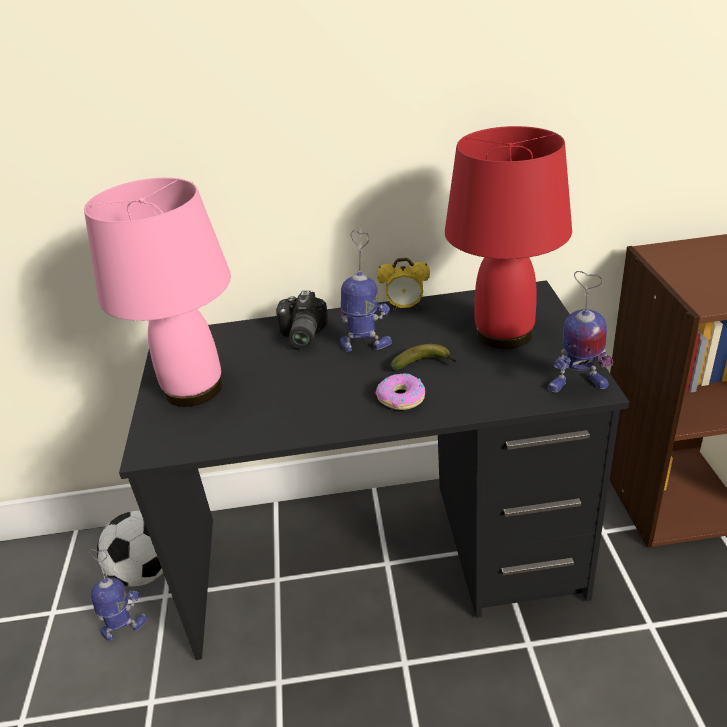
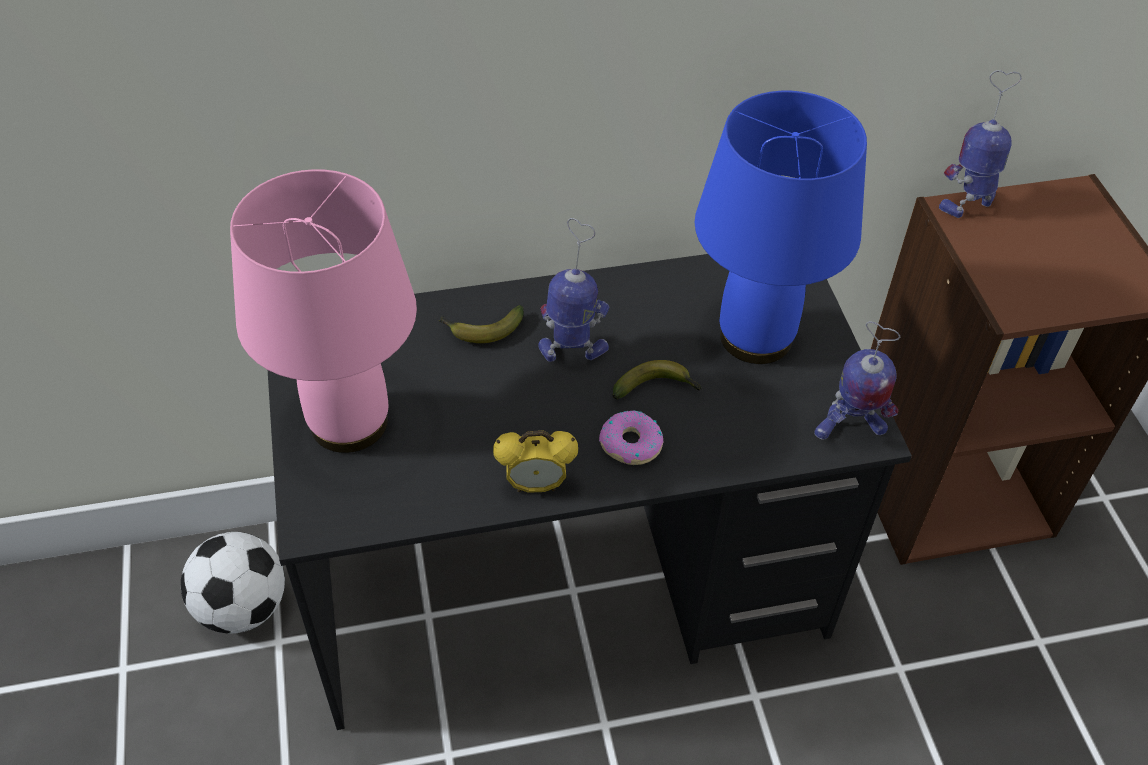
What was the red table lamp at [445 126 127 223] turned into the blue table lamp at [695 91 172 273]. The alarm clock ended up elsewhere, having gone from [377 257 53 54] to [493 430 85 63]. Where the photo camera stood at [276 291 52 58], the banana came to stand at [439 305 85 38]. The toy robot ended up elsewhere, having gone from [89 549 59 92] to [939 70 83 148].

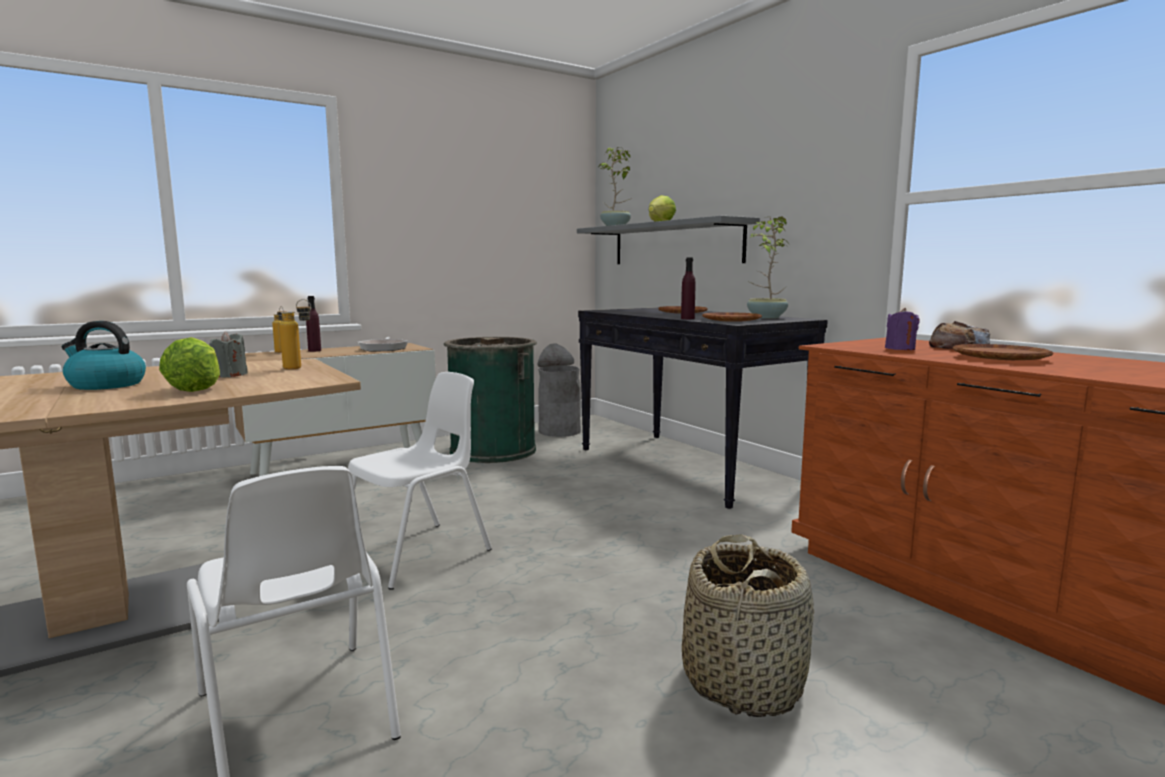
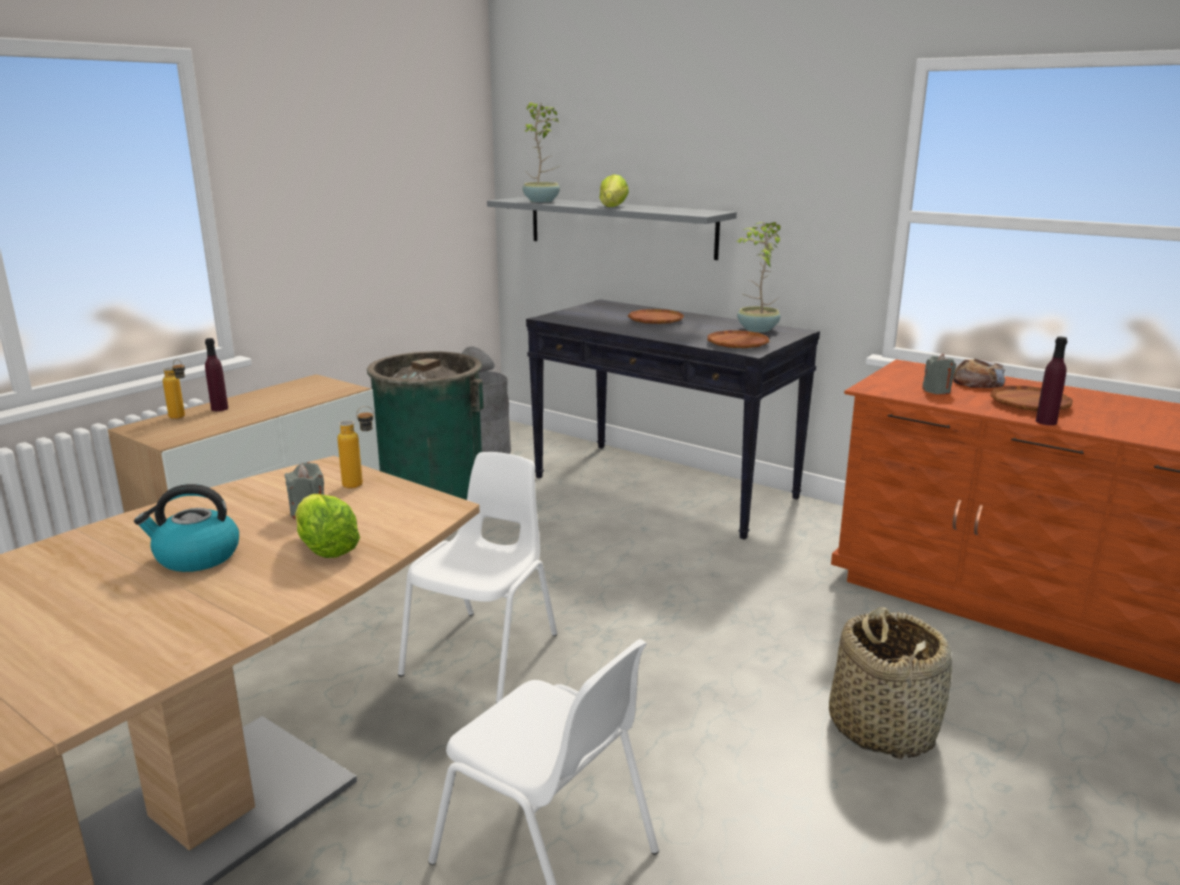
The purple bottle ended up elsewhere, having gone from [681 257 15 62] to [1036 337 31 88]. What was the purple candle at [885 308 34 42] turned into the grey candle at [922 354 34 40]. The second view lost the frying pan at [358 337 50 14].

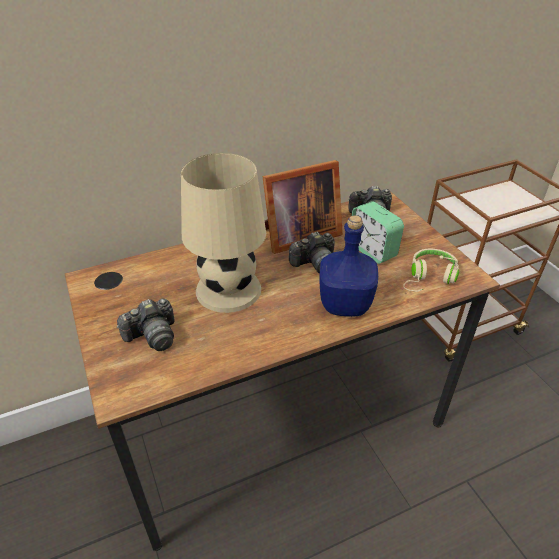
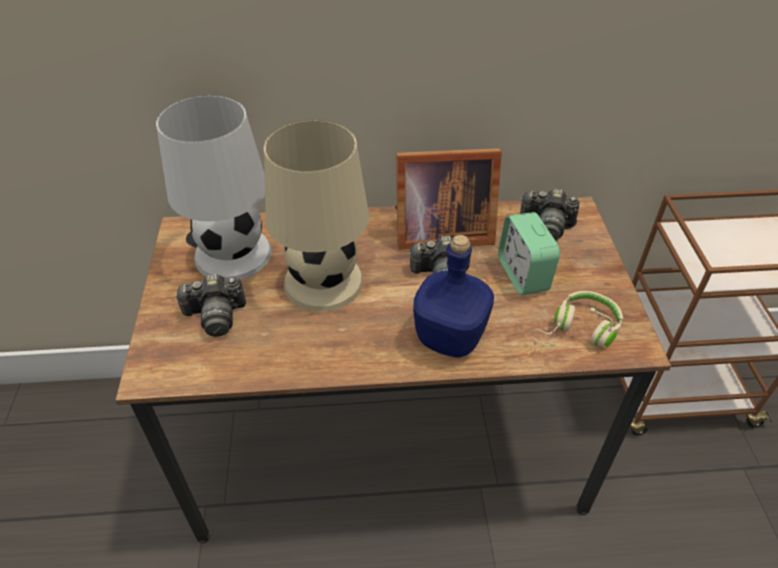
The second view gained the white table lamp at [156 95 116 185].

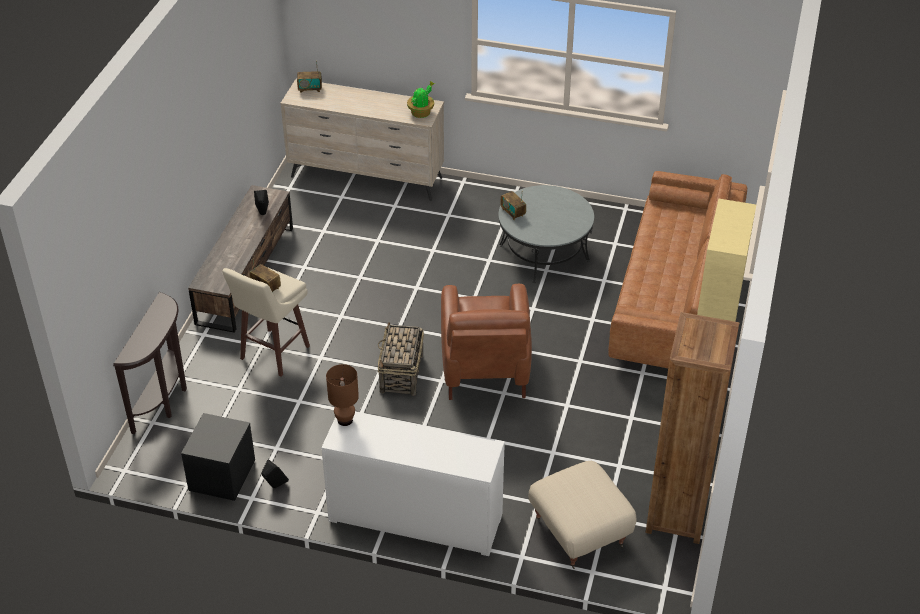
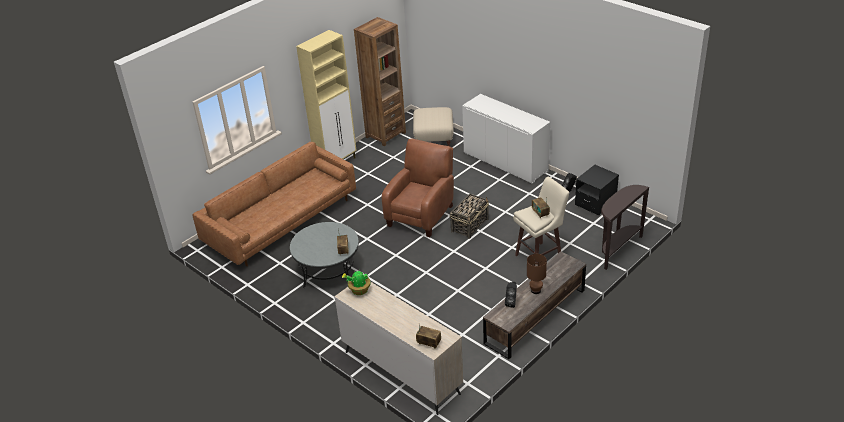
The brown table lamp ended up elsewhere, having gone from [326 364 33 62] to [527 254 20 40].

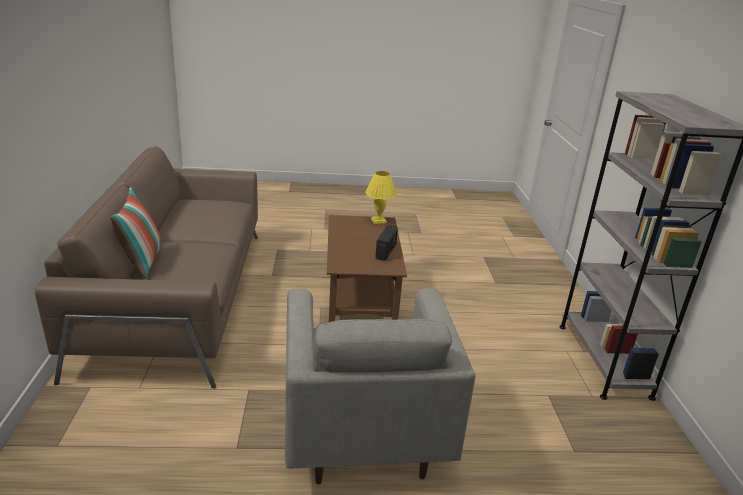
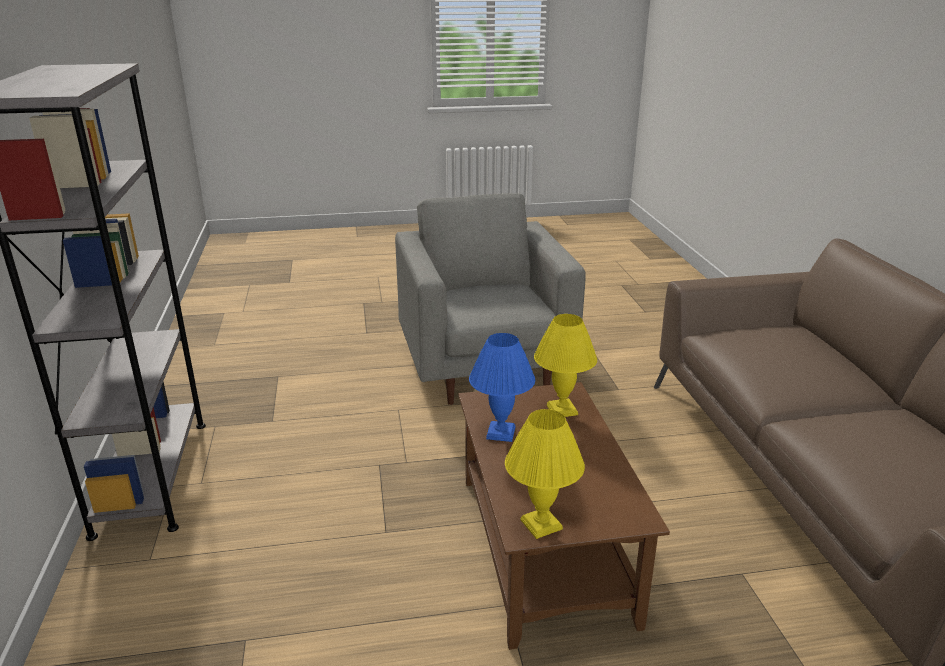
The second view lost the pillow at [110 188 51 91]. Where the radio stood at [375 225 23 36], the blue table lamp came to stand at [469 333 66 109]. The second view gained the yellow table lamp at [534 314 63 103].

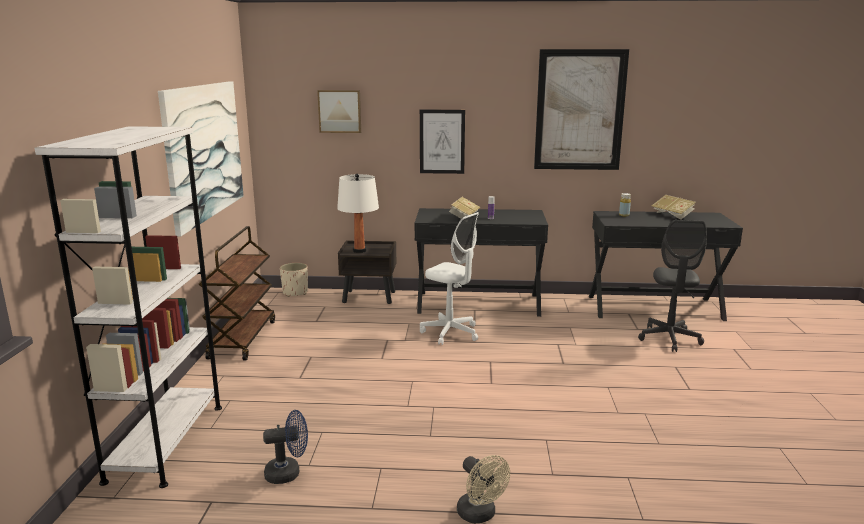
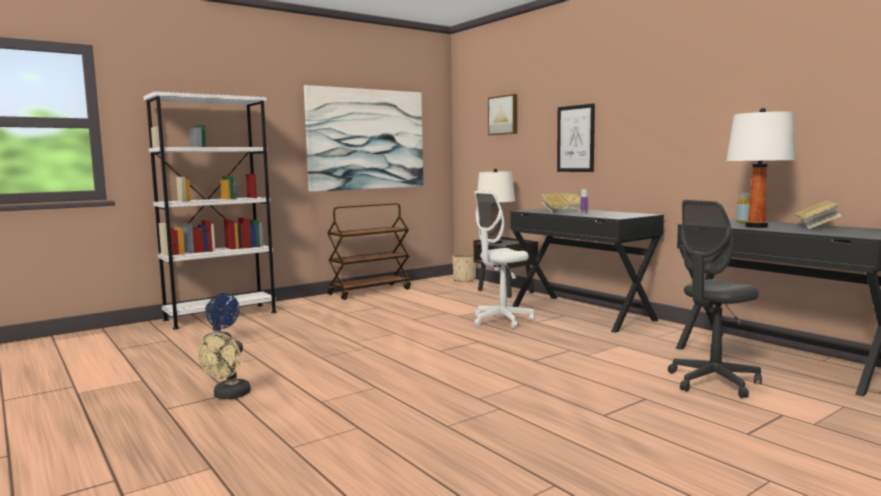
The second view lost the picture at [534 49 95 121]. The white office chair at [420 212 59 133] ended up facing another way, 60 degrees clockwise from before. The second view gained the white table lamp at [726 108 70 120].

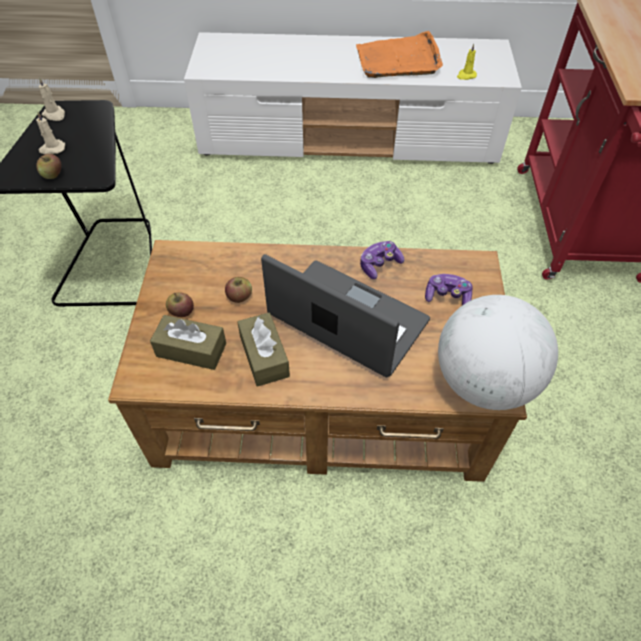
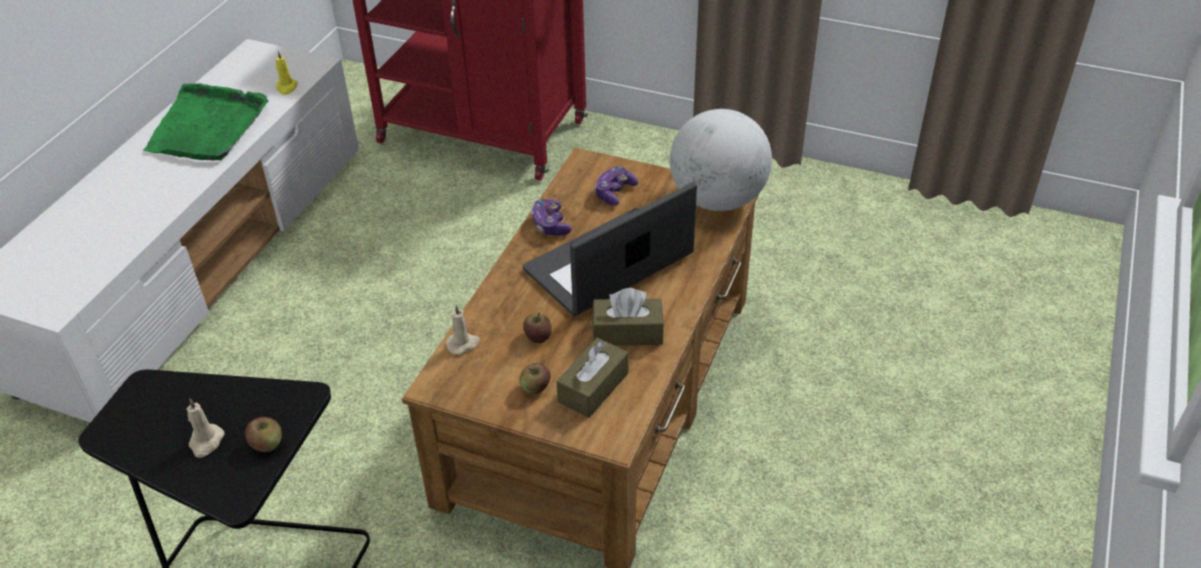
What was the orange tray at [356 31 87 47] turned into the green tray at [143 83 125 77]. The beige candle ended up elsewhere, having gone from [39 77 26 44] to [446 304 34 50].

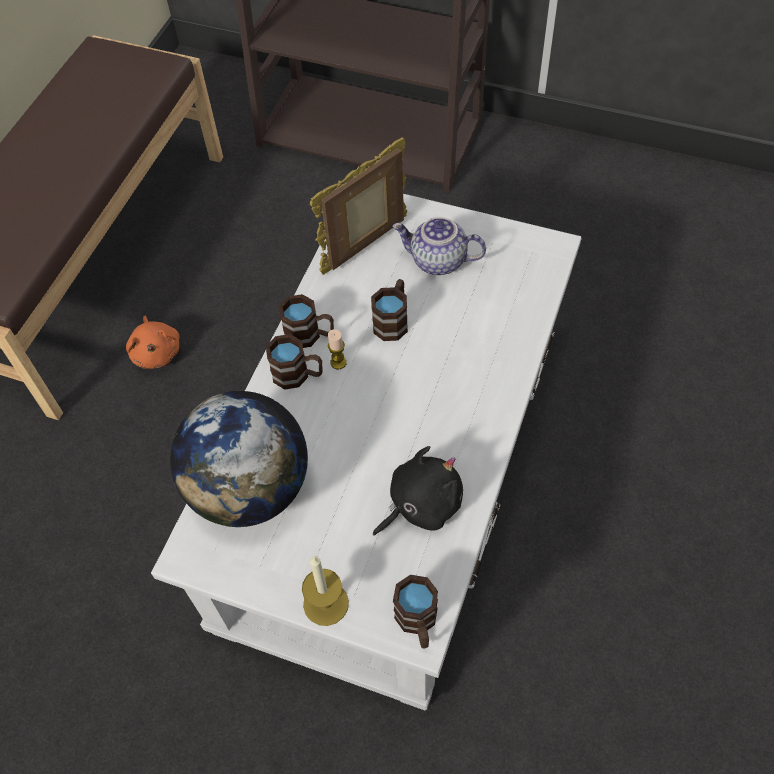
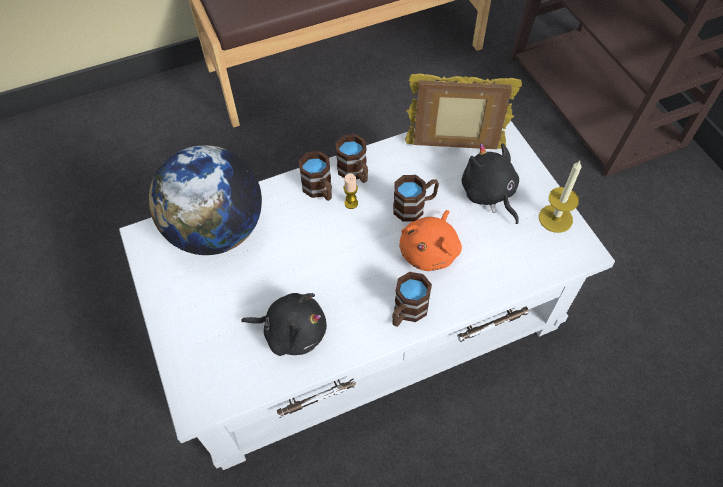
Where the teapot stood at [392 217 94 58], the black plush toy came to stand at [462 143 57 81]. The orange plush toy ended up elsewhere, having gone from [126 316 53 53] to [399 210 63 61]. The candle ended up elsewhere, having gone from [302 556 47 70] to [539 161 43 72]. The brown mug ended up elsewhere, having gone from [393 575 45 73] to [392 272 40 55].

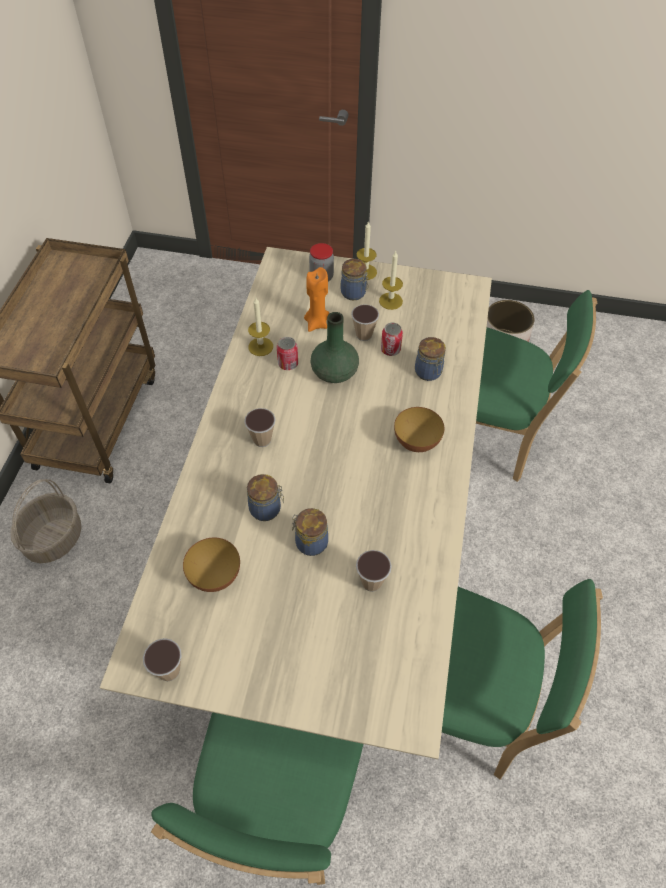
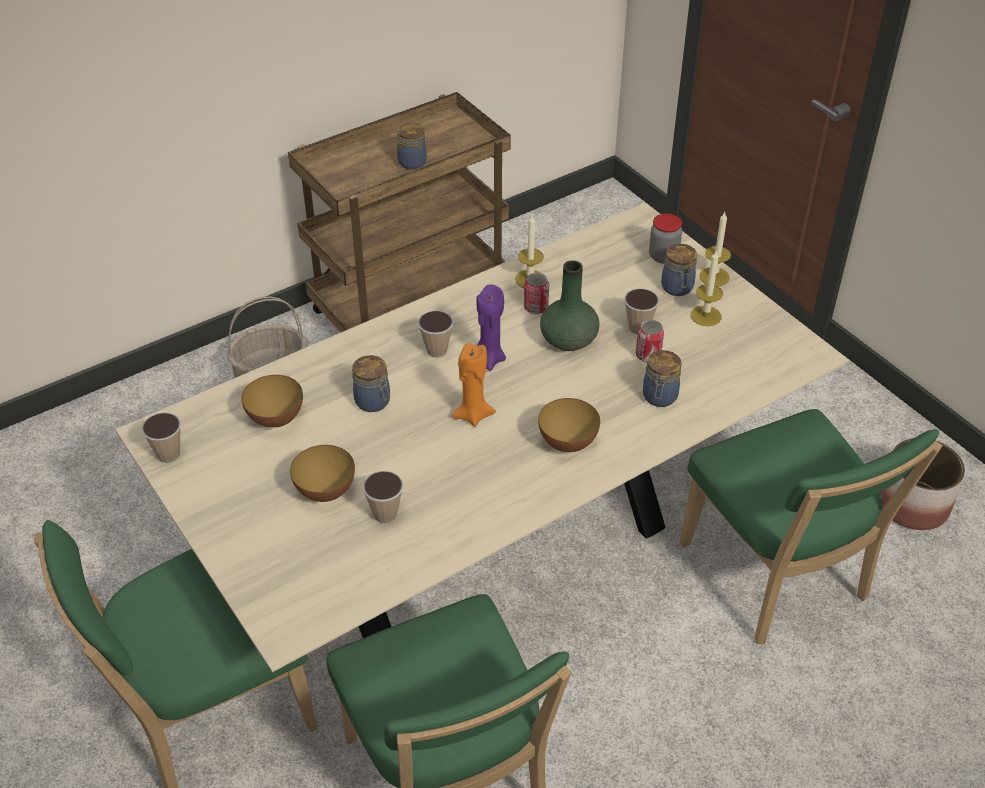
The orange candle ended up elsewhere, having gone from [304 267 25 65] to [451 343 45 84]. The jar ended up elsewhere, having gone from [292 508 36 48] to [397 122 30 48]. The second view gained the purple candle at [476 284 30 87]. The second view gained the bowl at [290 445 65 57].

